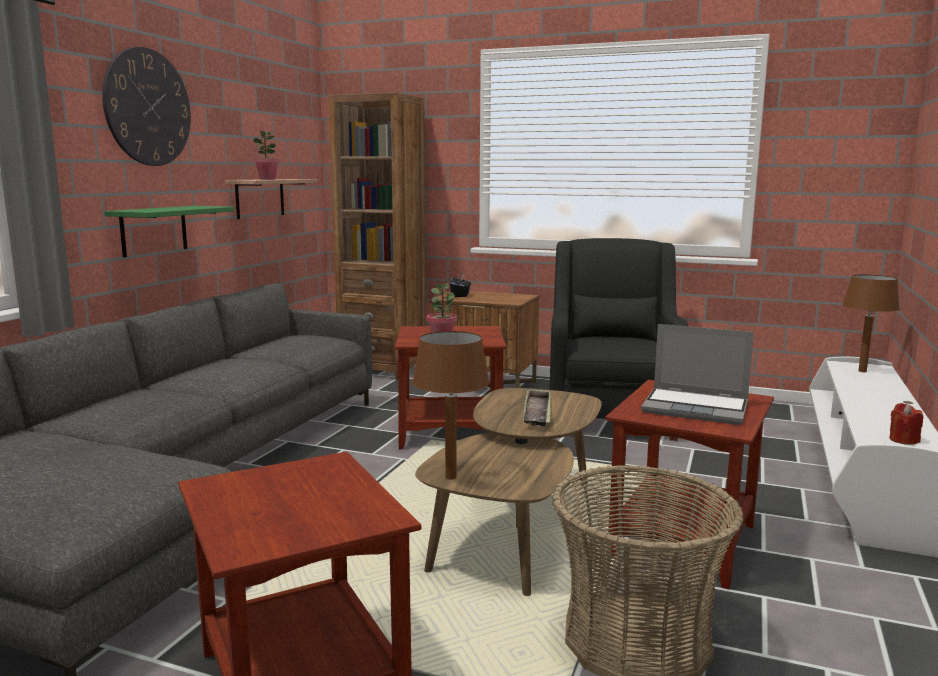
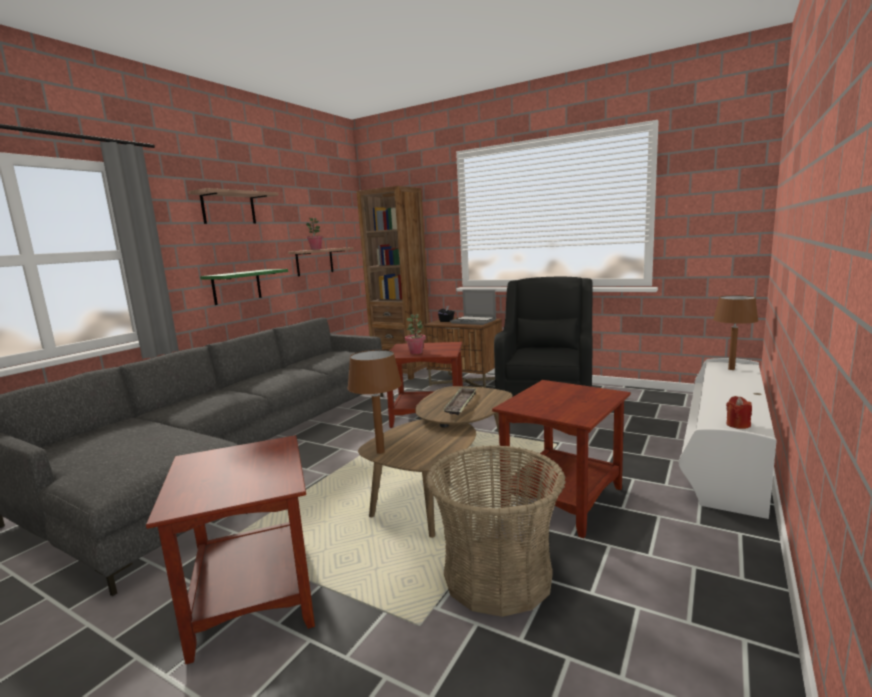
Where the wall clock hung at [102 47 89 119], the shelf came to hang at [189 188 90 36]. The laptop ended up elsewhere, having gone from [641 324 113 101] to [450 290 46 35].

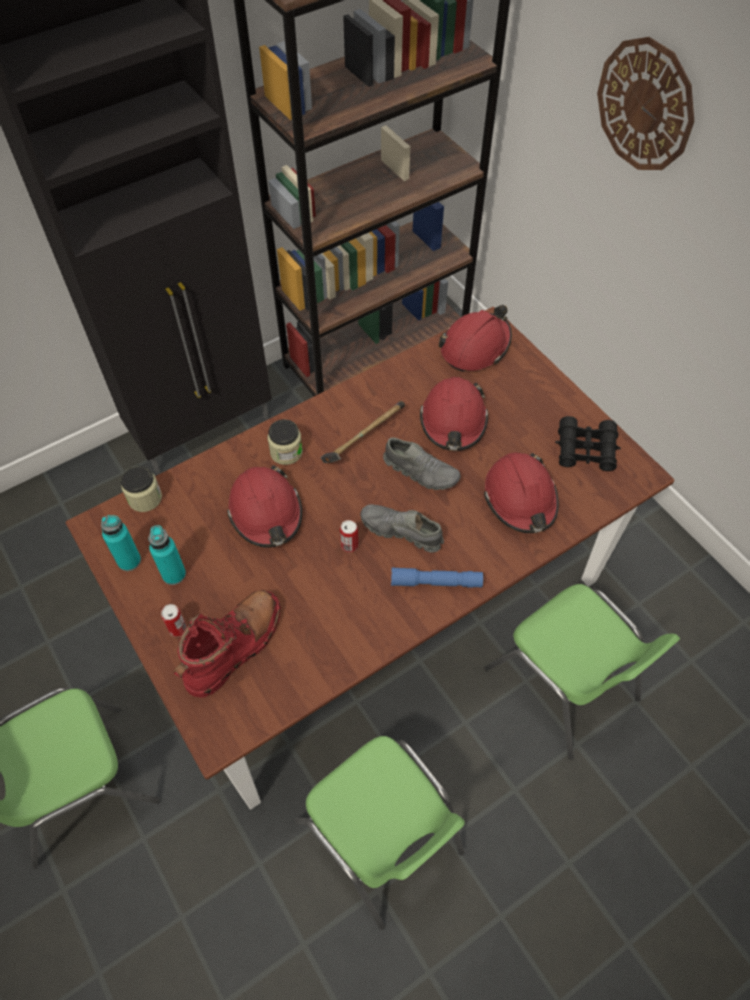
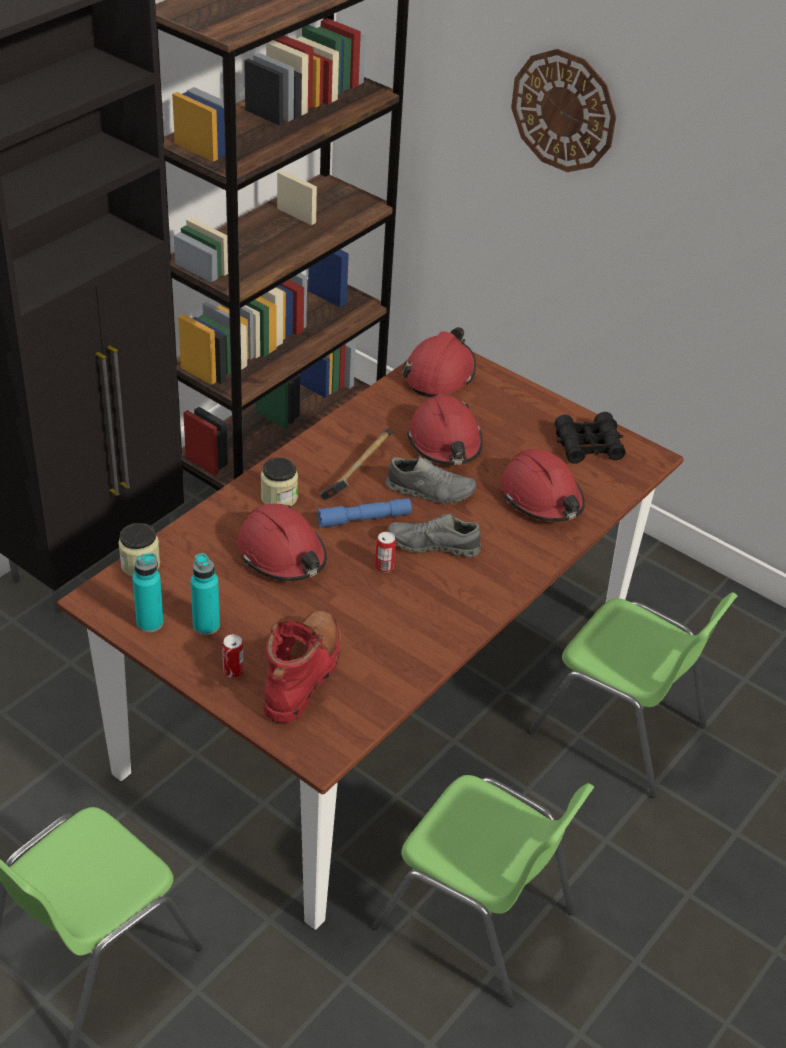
The blue flashlight ended up elsewhere, having gone from [391 567 92 21] to [317 498 95 30].

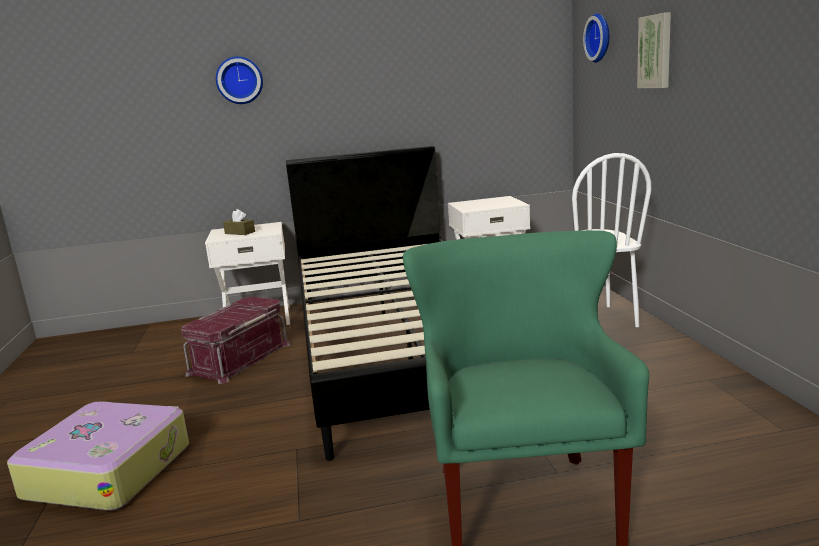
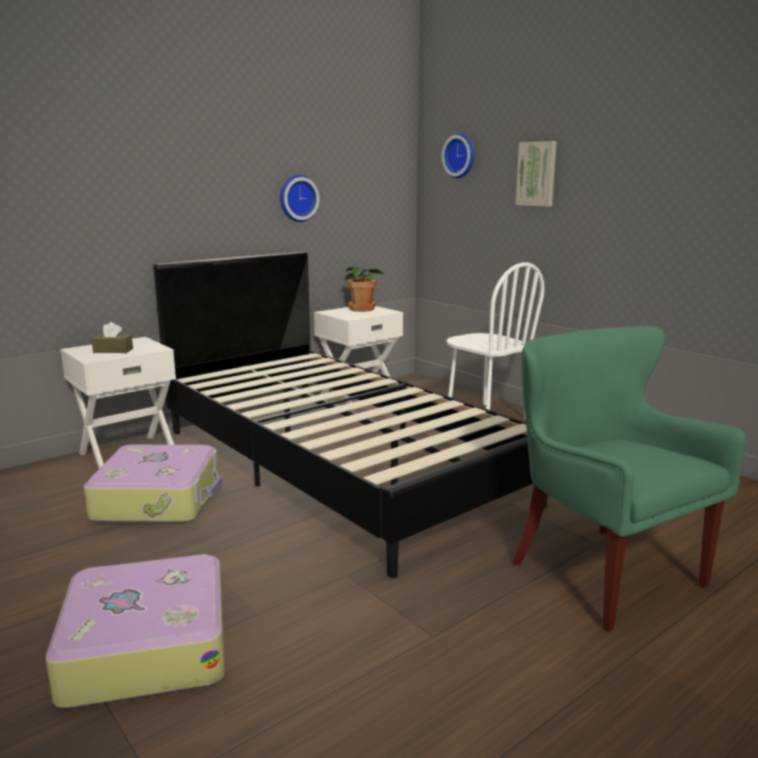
The wall clock ended up elsewhere, having gone from [216 56 47 48] to [280 175 39 47]. Where the red storage box stood at [181 297 109 87], the suitcase came to stand at [84 445 138 78]. The second view gained the potted plant at [344 266 39 46].

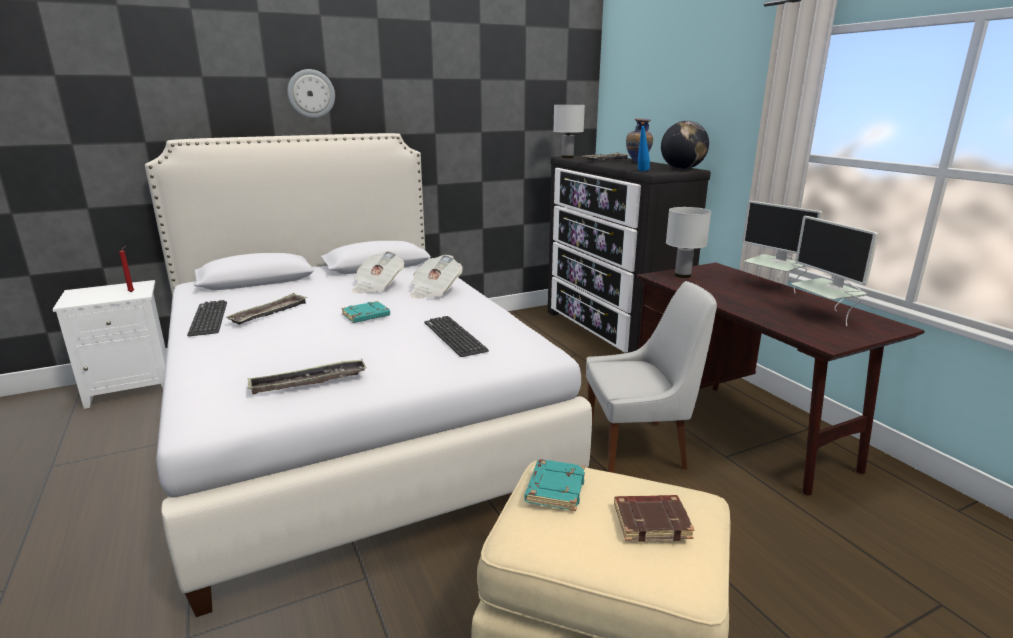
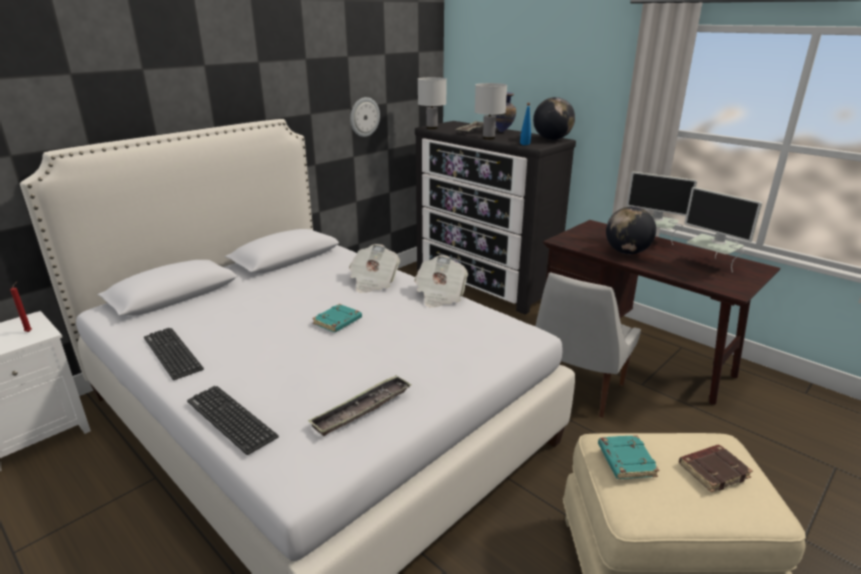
The wall clock ended up elsewhere, having gone from [287 69 48 49] to [350 97 30 40]. The white table lamp ended up elsewhere, having gone from [666 207 45 71] to [475 83 32 57]. The newspaper ended up elsewhere, having gone from [352 251 52 43] to [414 255 54 52]. The white chair at [586 281 131 192] ended up facing another way, 150 degrees clockwise from before. The second view lost the tray at [226 293 82 32]. The keyboard ended up elsewhere, having gone from [424 316 65 41] to [187 386 92 69]. The second view gained the globe at [606 206 50 48].

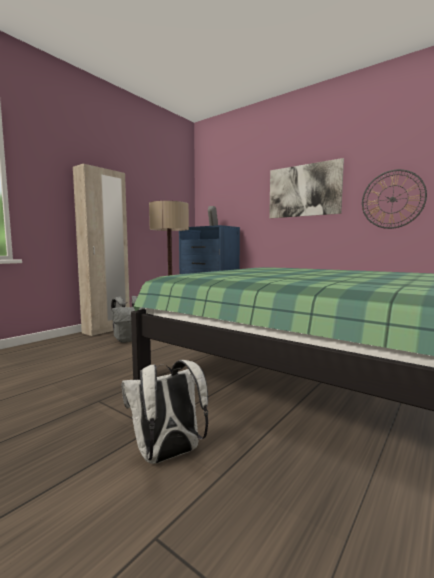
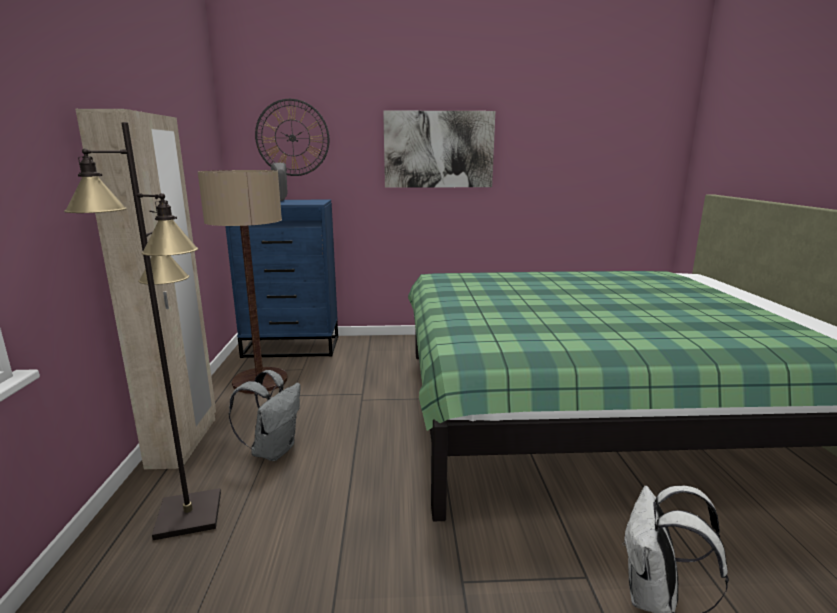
The wall clock ended up elsewhere, having gone from [362 169 65 60] to [255 99 75 77]. The second view gained the black floor lamp at [64 122 157 418].

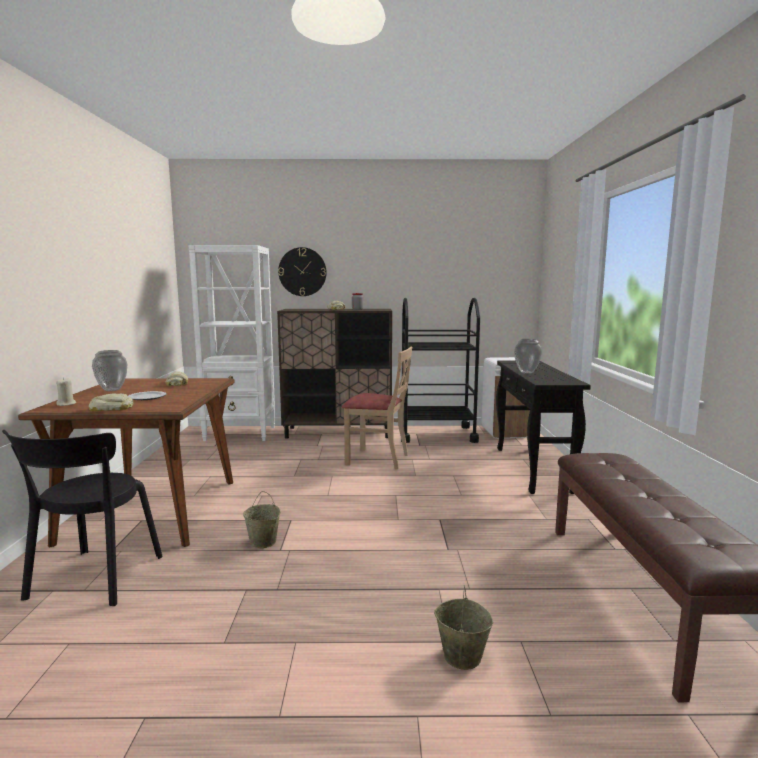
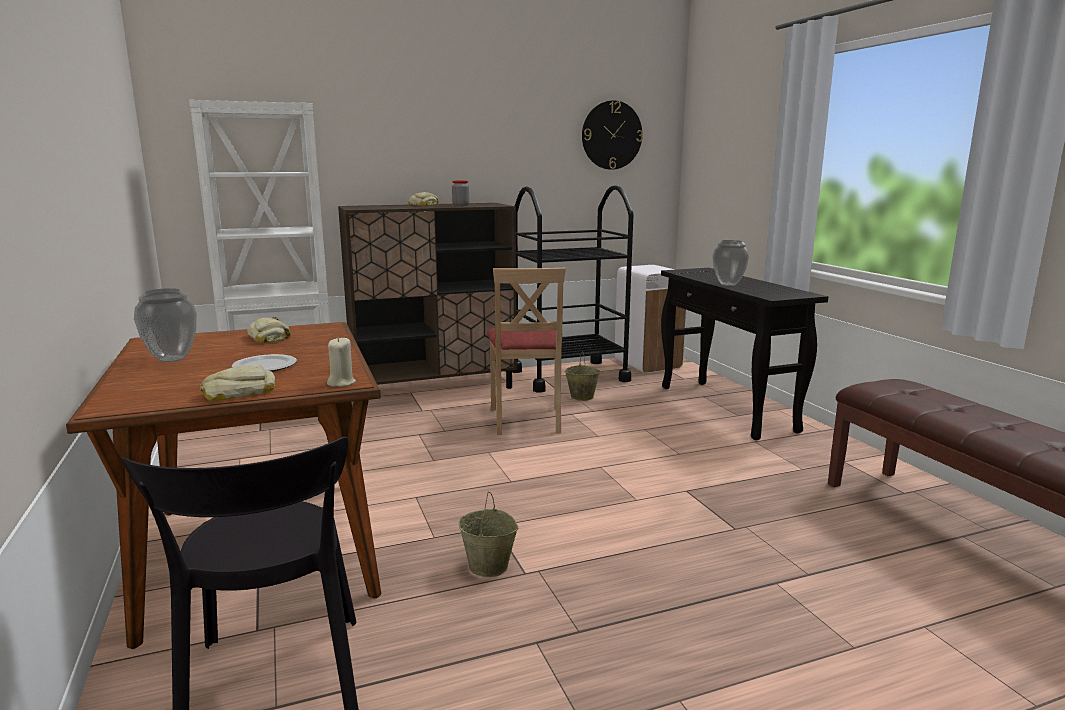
The wall clock ended up elsewhere, having gone from [278 247 49 49] to [582 100 61 70]. The beige chair at [342 346 70 123] ended up facing another way, 90 degrees clockwise from before. The beige candle ended up elsewhere, having gone from [56 378 20 28] to [327 337 29 50]. The beige bucket ended up elsewhere, having gone from [434 585 59 85] to [565 351 35 50].

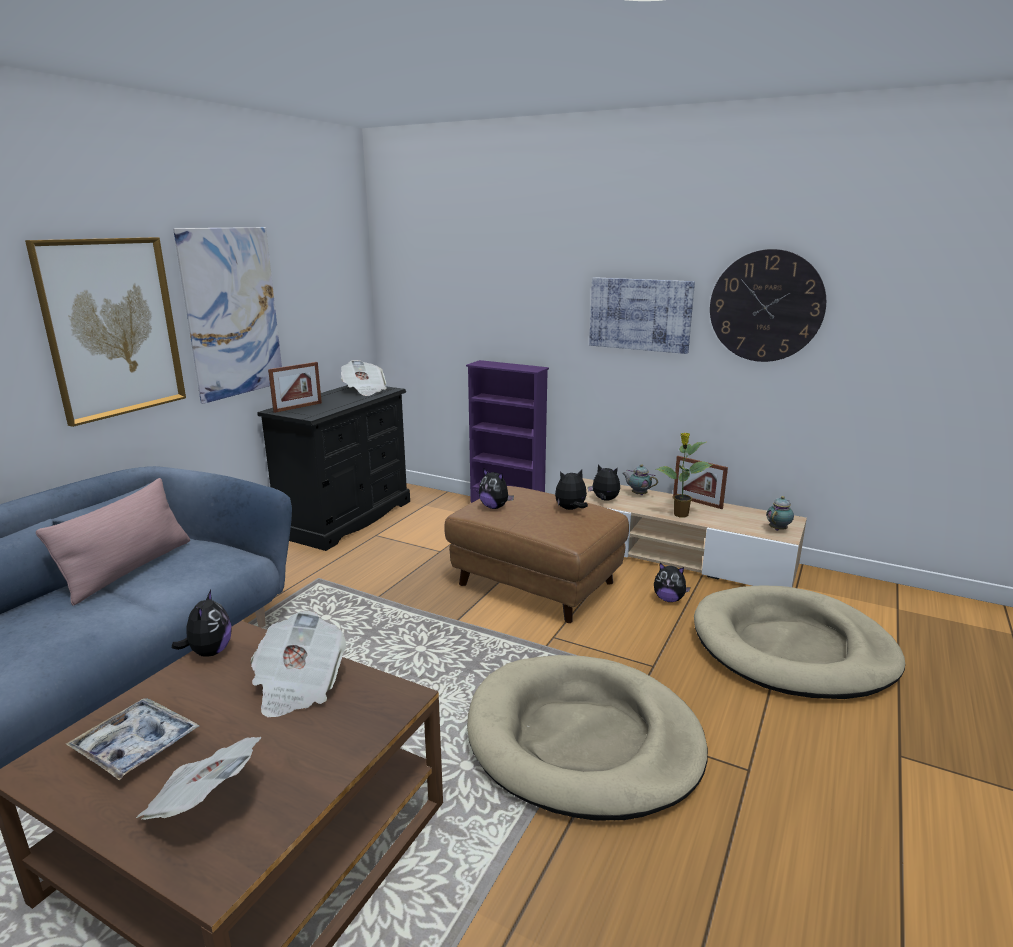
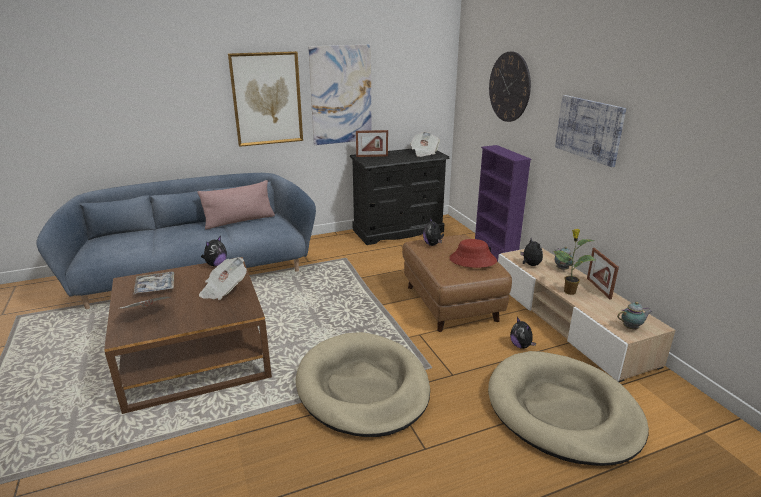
The wall clock ended up elsewhere, having gone from [710 249 116 113] to [489 52 42 70]. Where the plush toy stood at [555 470 33 40], the red hat came to stand at [450 239 47 29].

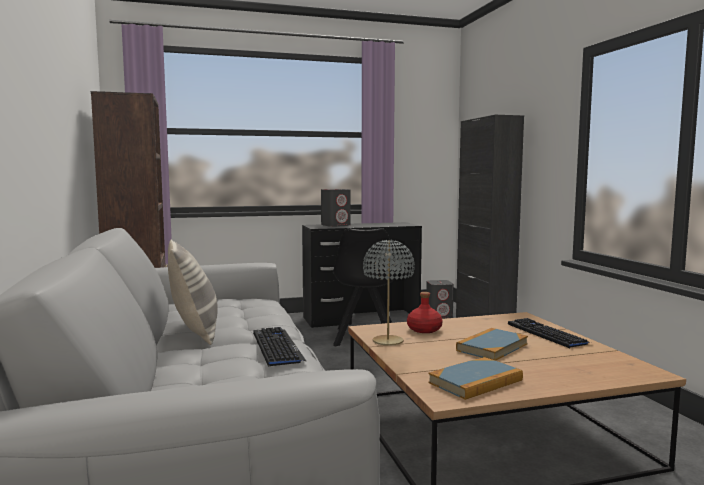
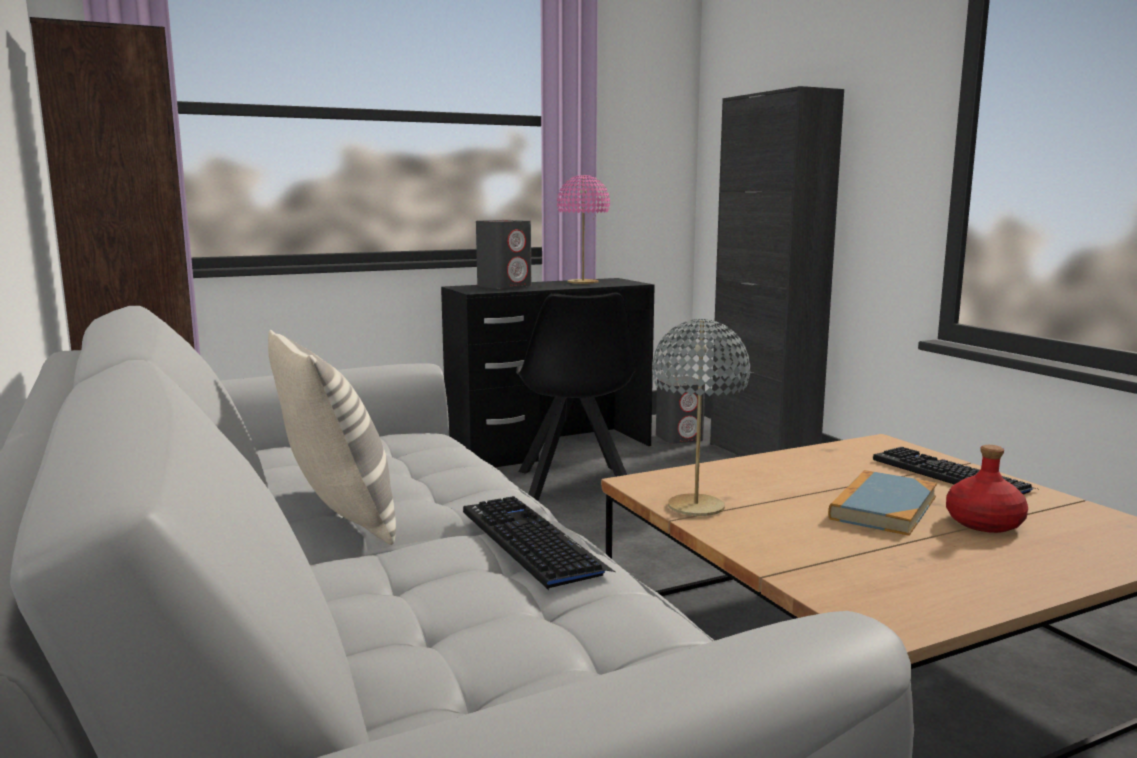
The red bottle ended up elsewhere, having gone from [407 292 36 41] to [946 445 82 88]. The second view lost the book at [428 357 95 43]. The second view gained the pink table lamp at [557 175 53 109].

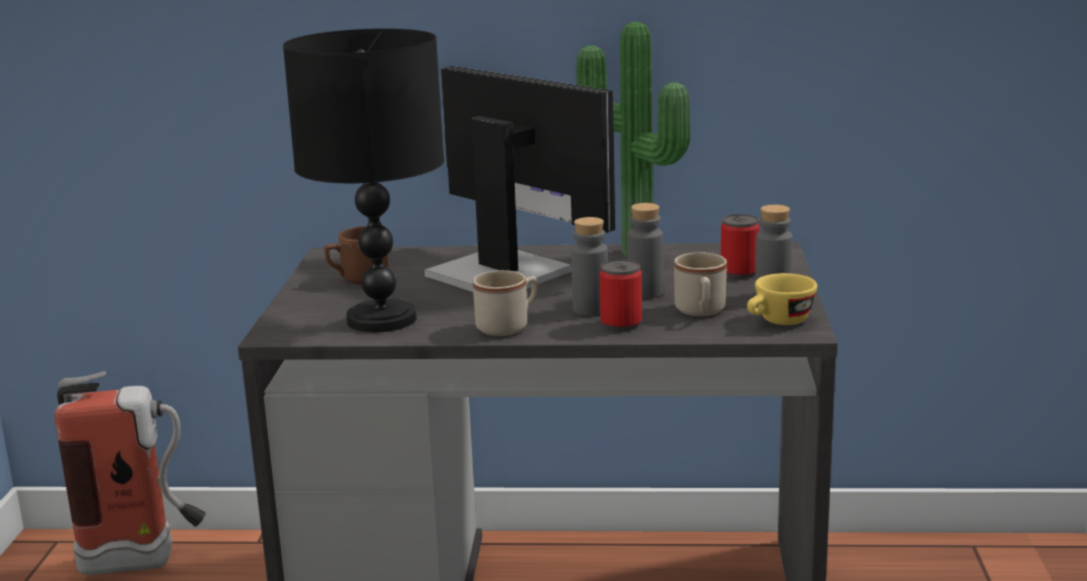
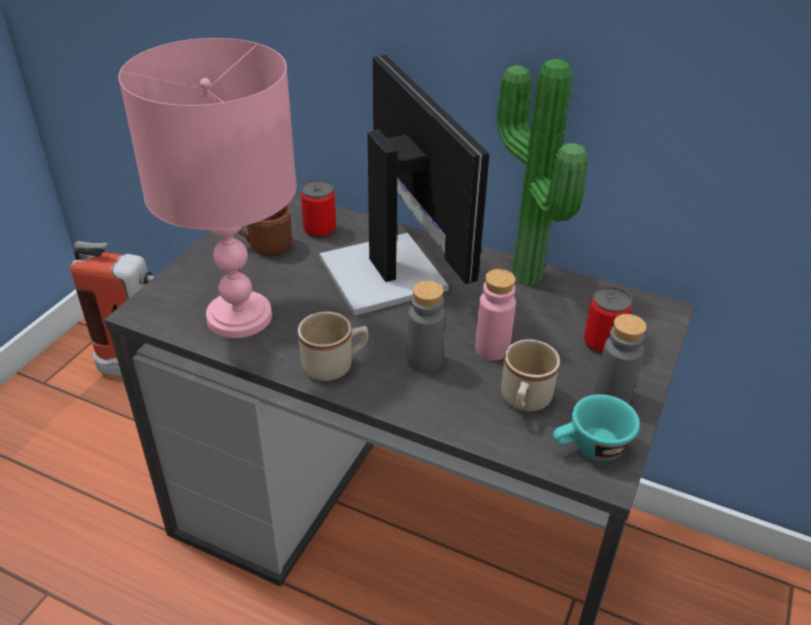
What was the black table lamp at [283 28 161 304] turned into the pink table lamp at [118 38 179 300]. What was the grey bottle at [627 203 36 96] turned into the pink bottle at [475 269 41 92]. The can ended up elsewhere, having gone from [600 260 42 71] to [301 180 35 58]. What was the yellow cup at [747 273 70 52] turned into the turquoise cup at [553 394 87 67].

